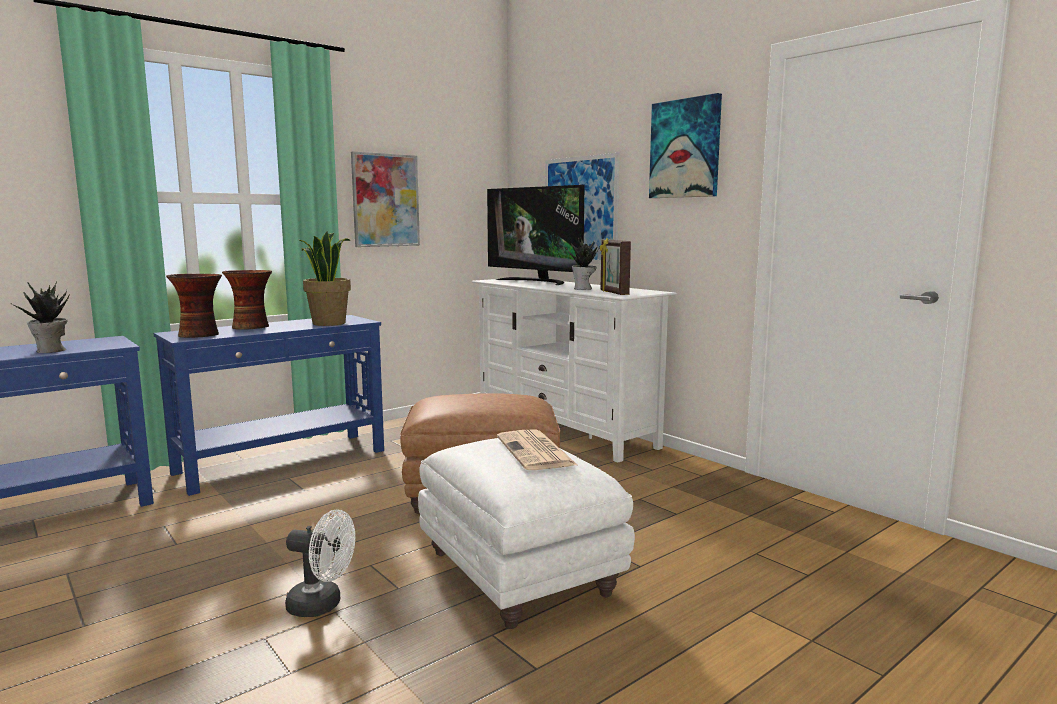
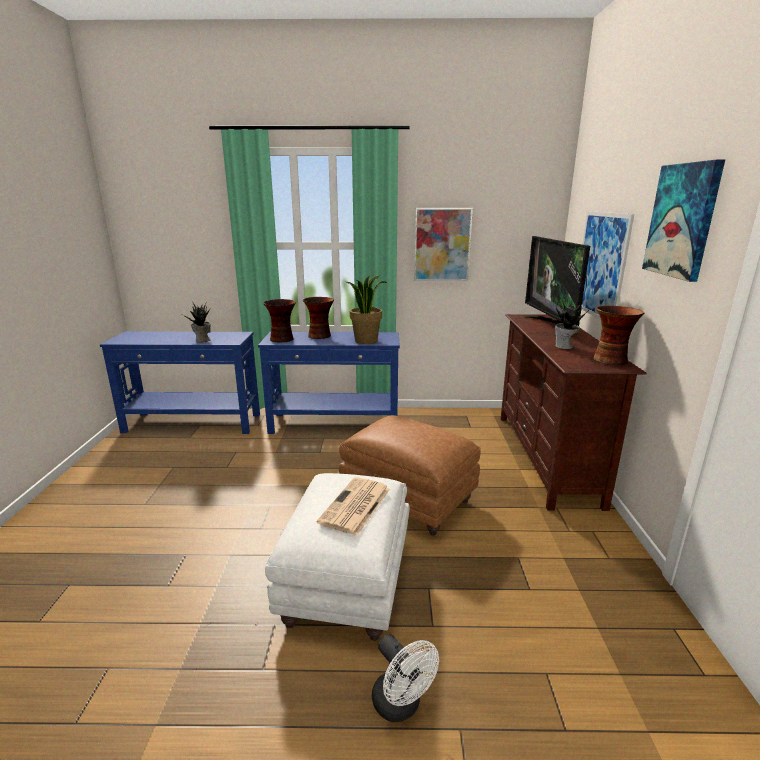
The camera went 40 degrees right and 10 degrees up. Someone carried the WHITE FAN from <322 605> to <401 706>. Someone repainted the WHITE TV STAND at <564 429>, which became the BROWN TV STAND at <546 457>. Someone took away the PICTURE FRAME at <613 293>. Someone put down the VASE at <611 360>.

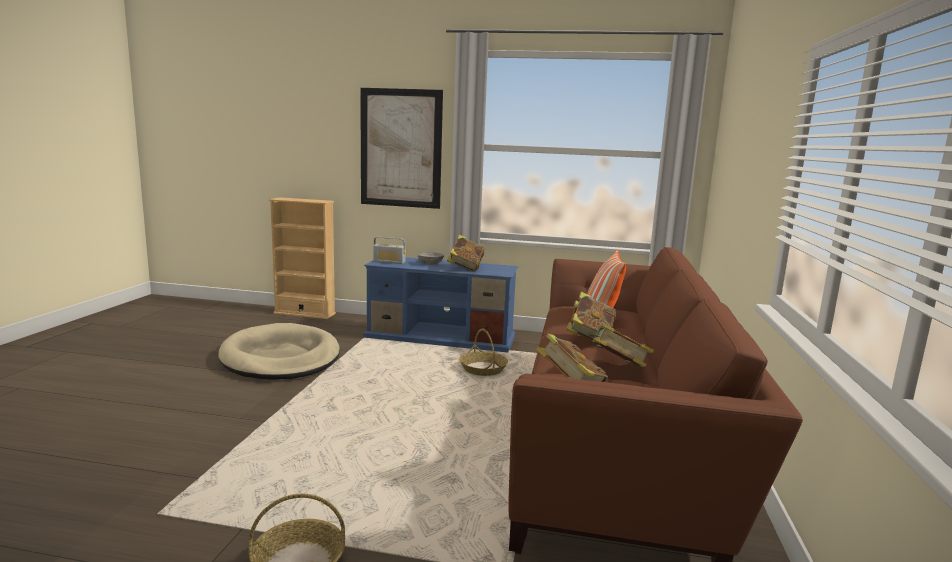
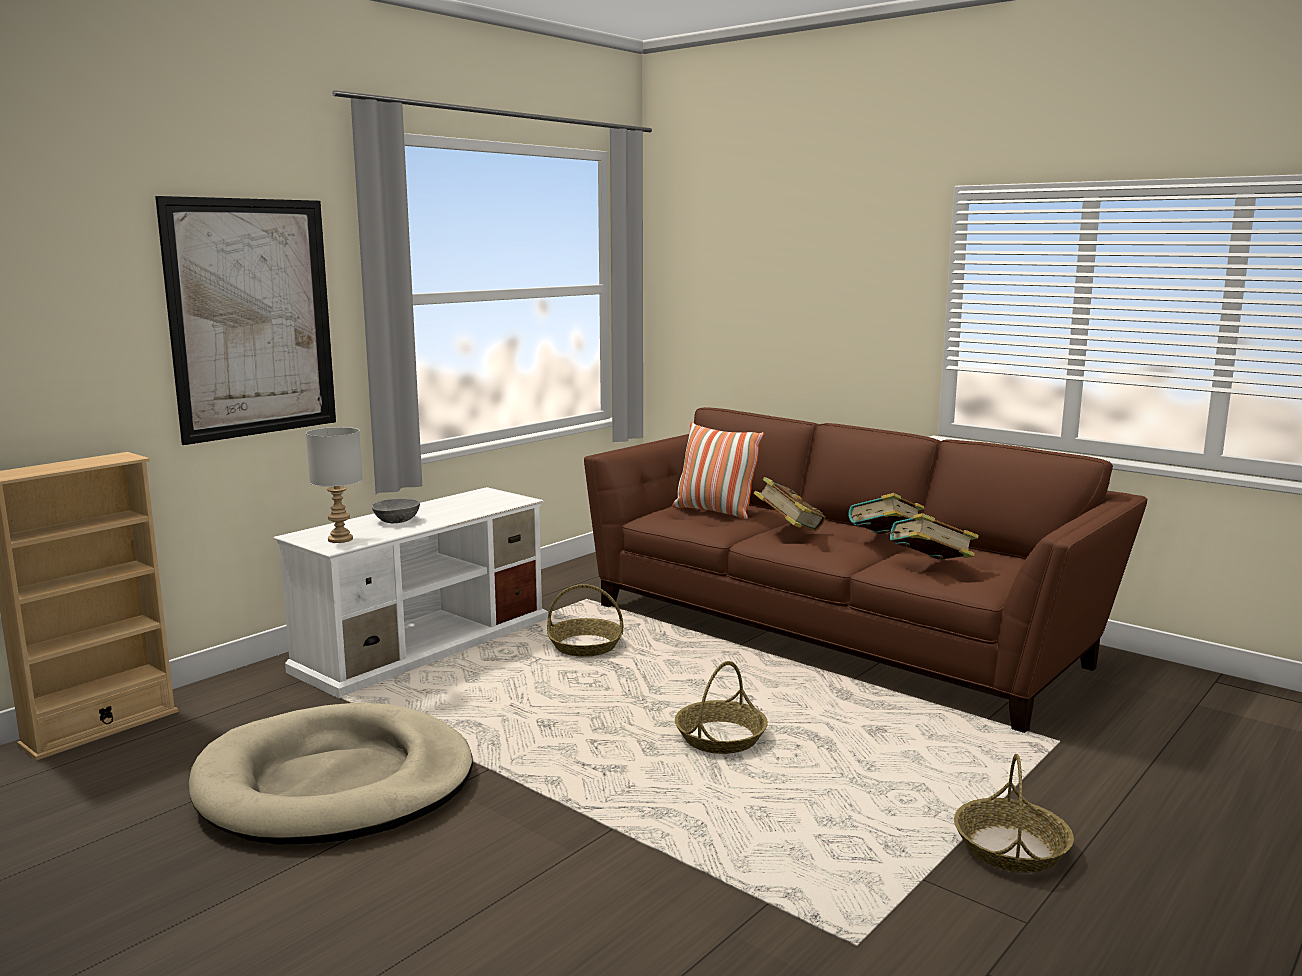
The camera went 60 degrees left and 0 degrees up. Someone repainted the BLUE TV STAND at <441 337>, which became the WHITE TV STAND at <426 643>. Someone swapped the RADIO at <389 262> for the GREY TABLE LAMP at <340 539>. Someone took away the BOOK at <465 268>. Someone put down the BASKET at <720 737>.

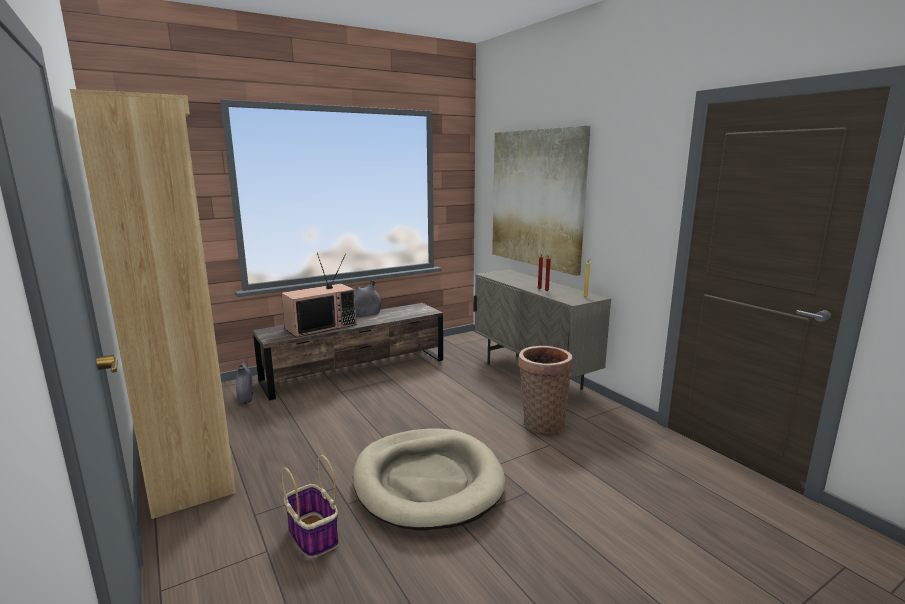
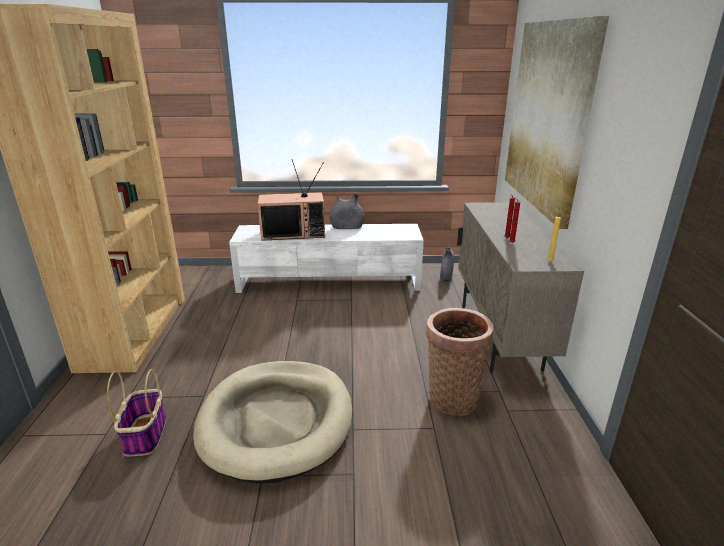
The camera went 30 degrees right and 10 degrees up. Someone carried the GREY VASE from <246 398> to <446 276>. Someone repainted the BROWN TV STAND at <356 370>, which became the WHITE TV STAND at <330 281>.

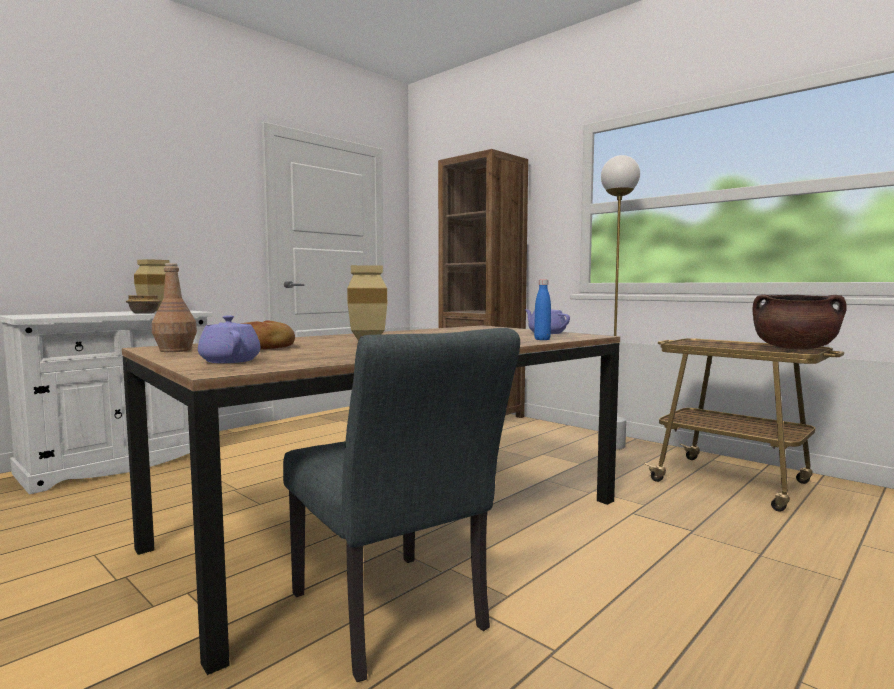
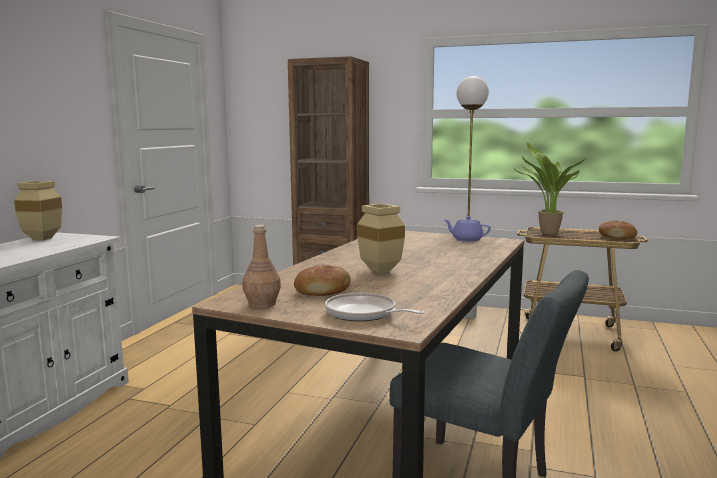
The camera went 25 degrees left and 5 degrees up. Someone took away the BOWL at <143 313>. Someone swapped the PURPLE TEAPOT at <230 361> for the FRYING PAN at <363 314>. Someone took away the BLUE BOTTLE at <542 339>. Someone swapped the BROWN COOKING POT at <794 348> for the BREAD at <617 236>. Someone put down the POTTED PLANT at <546 233>.

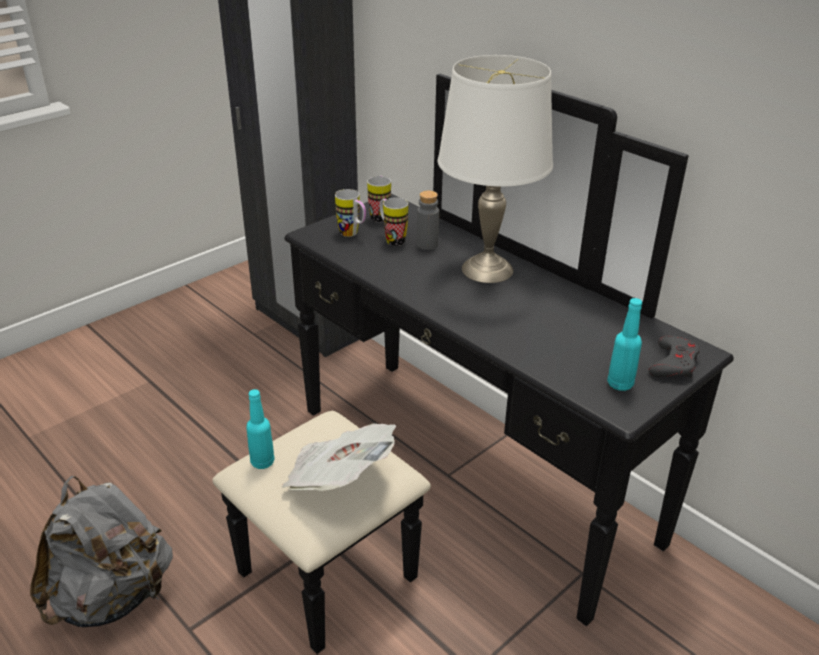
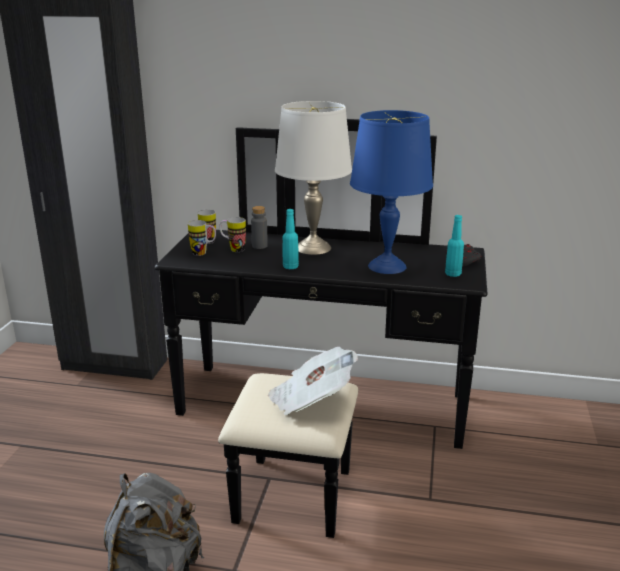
The camera went 35 degrees left and 10 degrees down. Someone carried the TURQUOISE BOTTLE from <262 462> to <290 267>. Someone put down the BLUE TABLE LAMP at <387 266>.

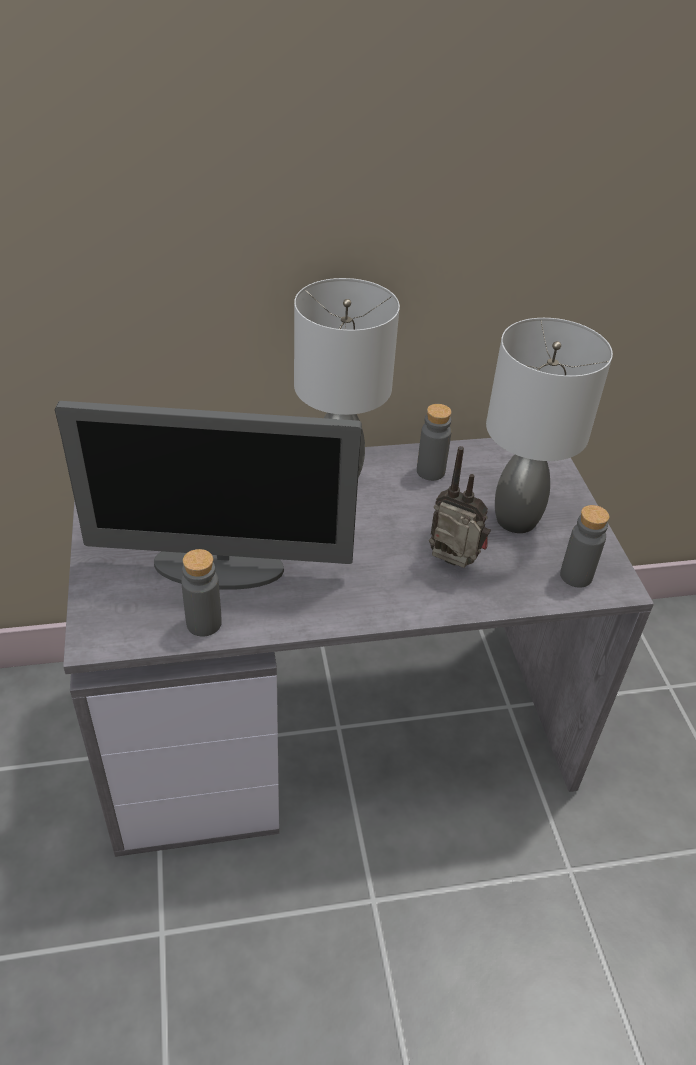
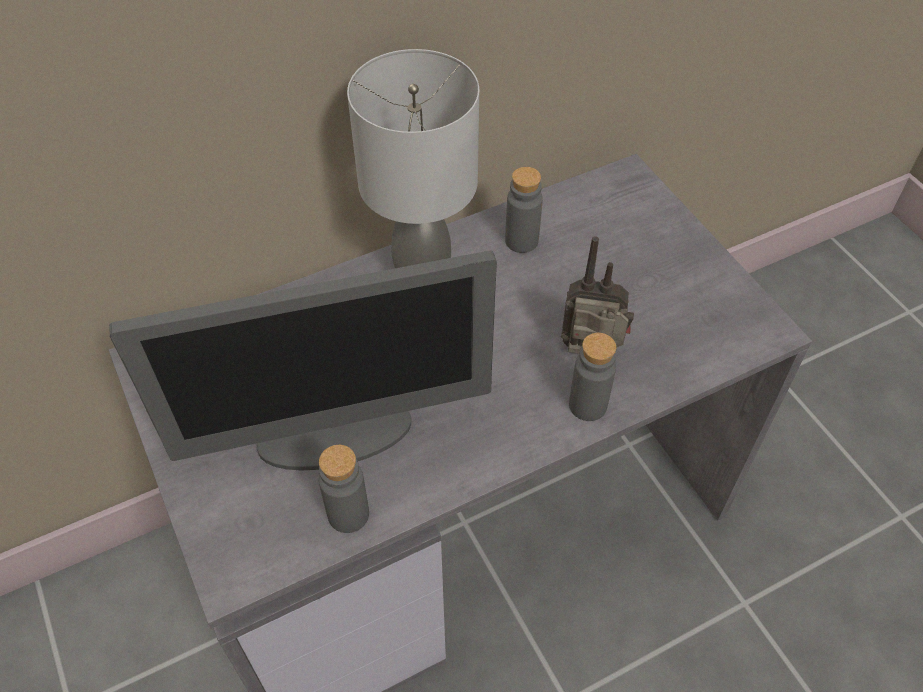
The camera went 15 degrees left and 10 degrees up. Someone took away the GREY TABLE LAMP at <516 518>. Someone carried the GREY BOTTLE from <576 576> to <587 405>.

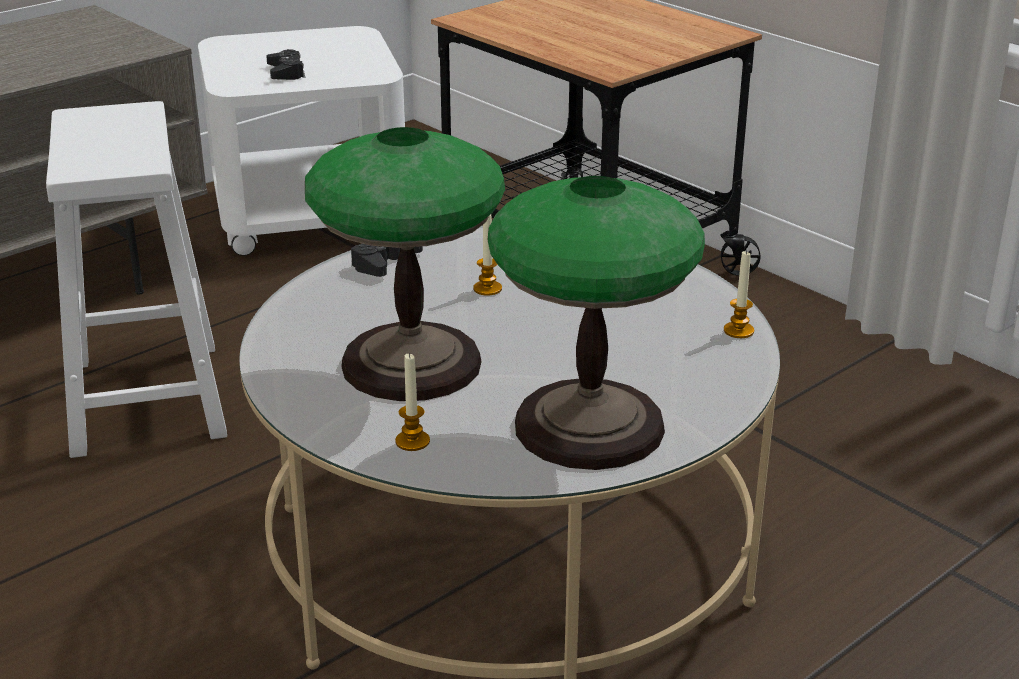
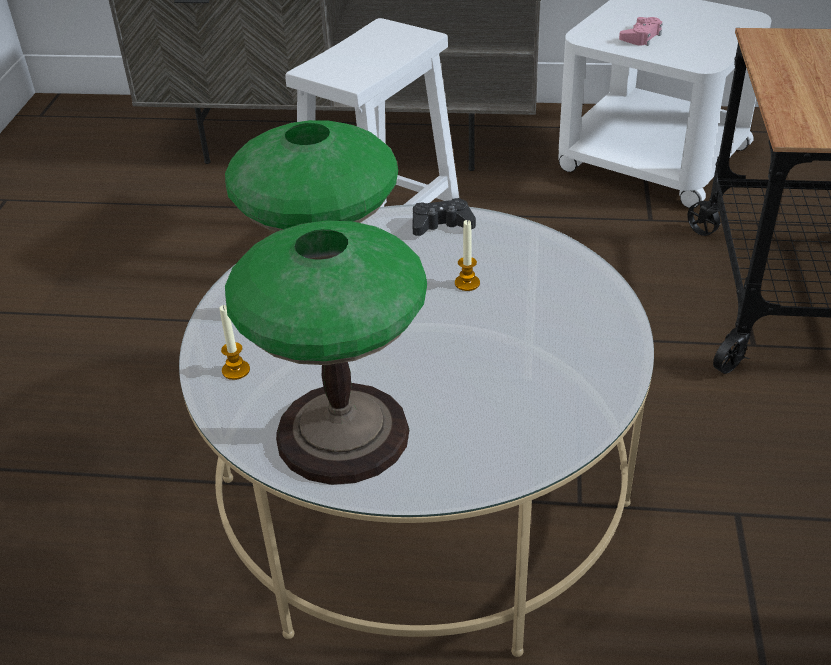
The camera went 50 degrees right and 10 degrees up. Someone repainted the BLACK GAME CONTROLLER at <286 72>, which became the PINK GAME CONTROLLER at <641 37>. Someone took away the CANDLE at <738 331>.

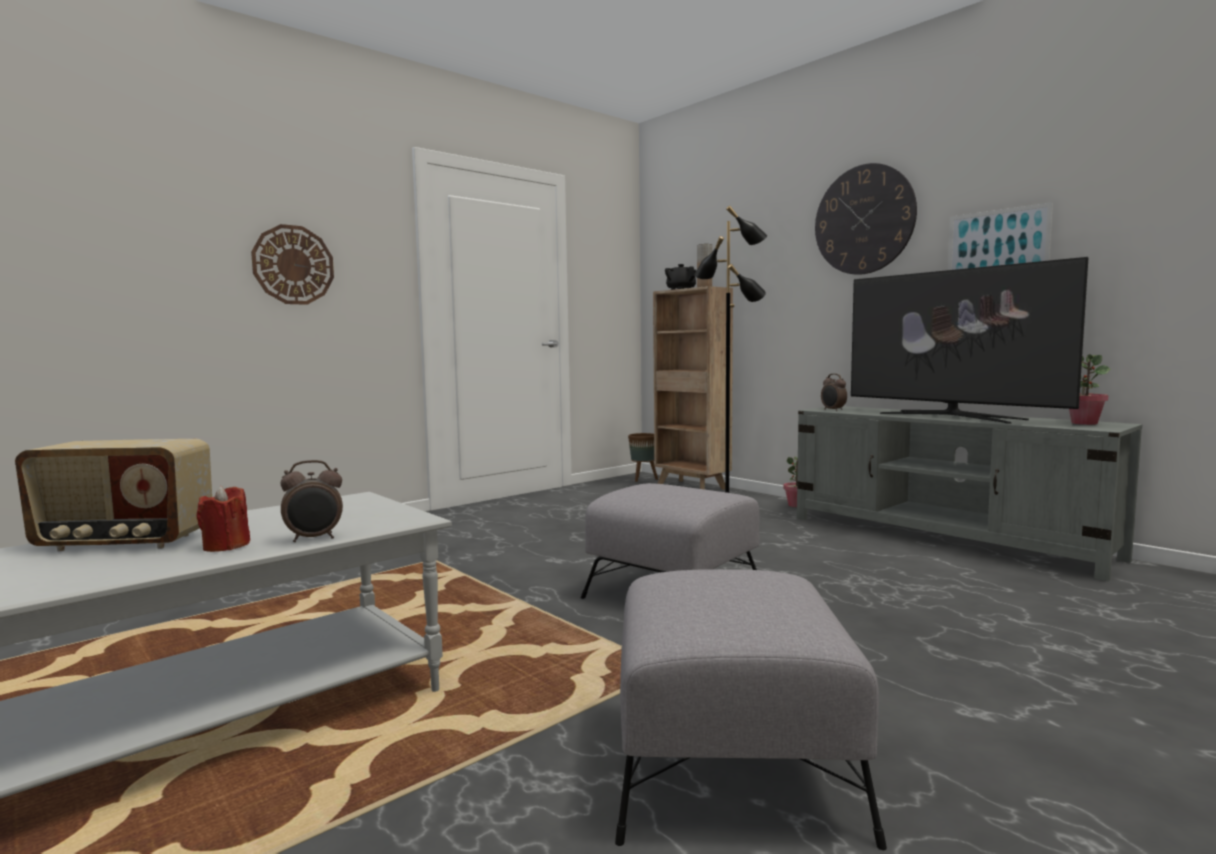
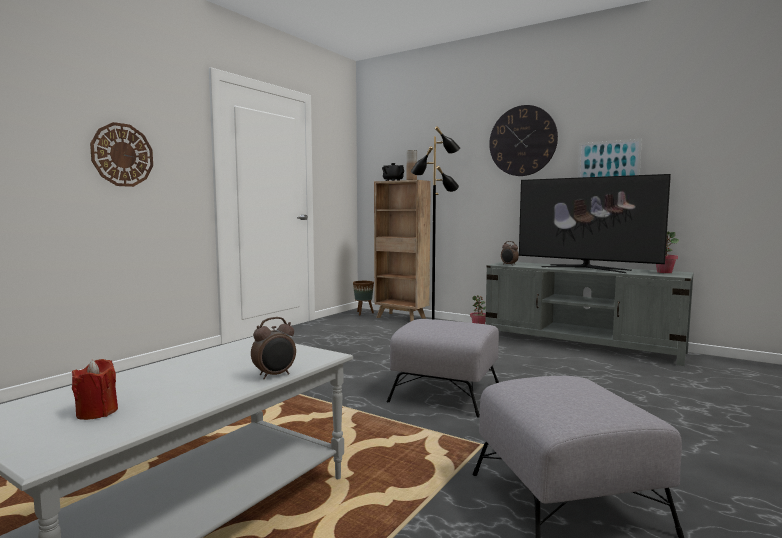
The camera went 15 degrees left and 0 degrees up. Someone took away the RADIO at <124 543>. Someone carried the RED CANDLE from <226 546> to <97 412>.

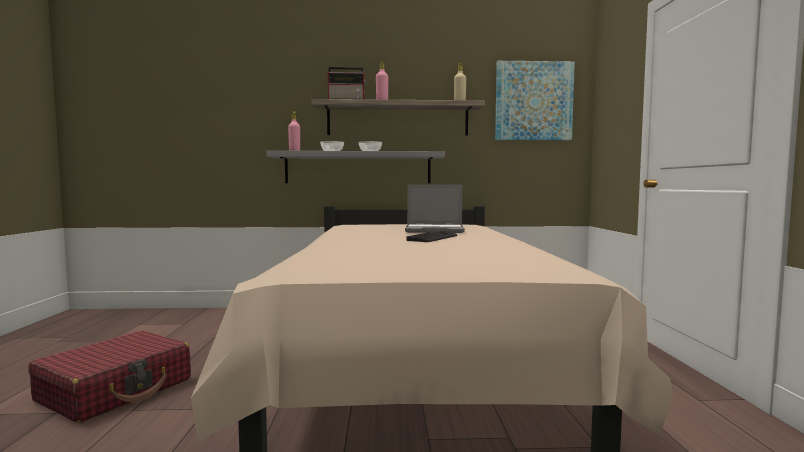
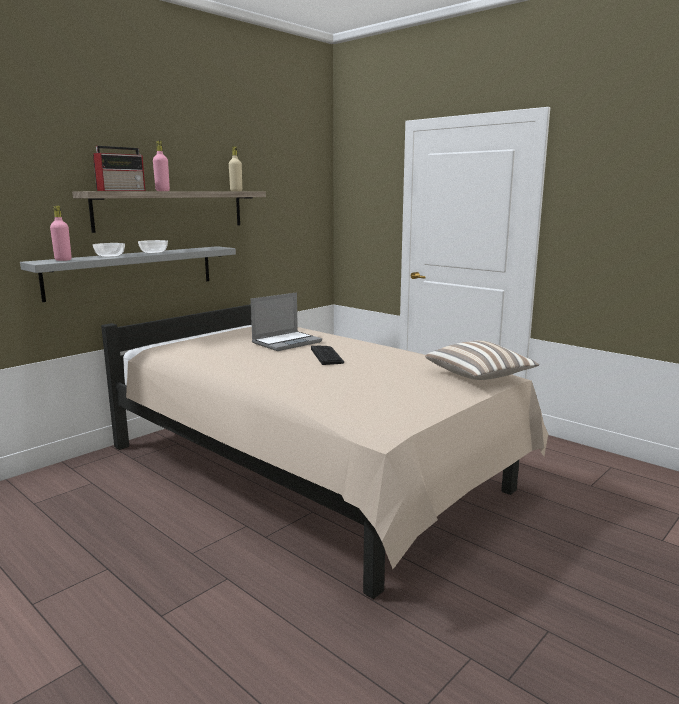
The camera went 45 degrees left and 10 degrees up. Someone took away the RED SUITCASE at <116 390>. Someone took away the PICTURE at <533 101>. Someone put down the PILLOW at <480 376>.

